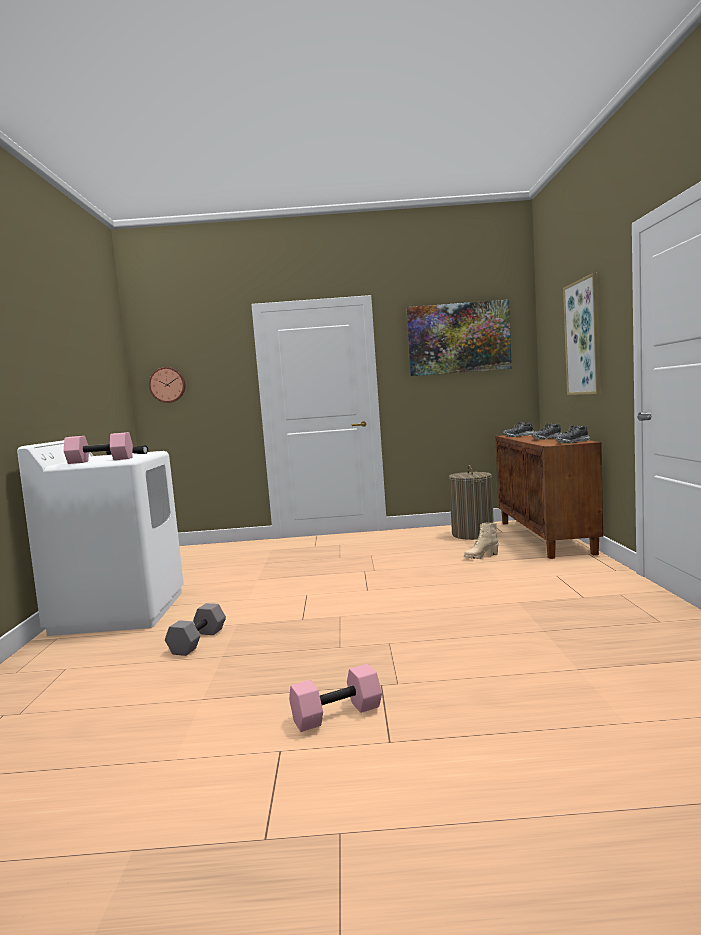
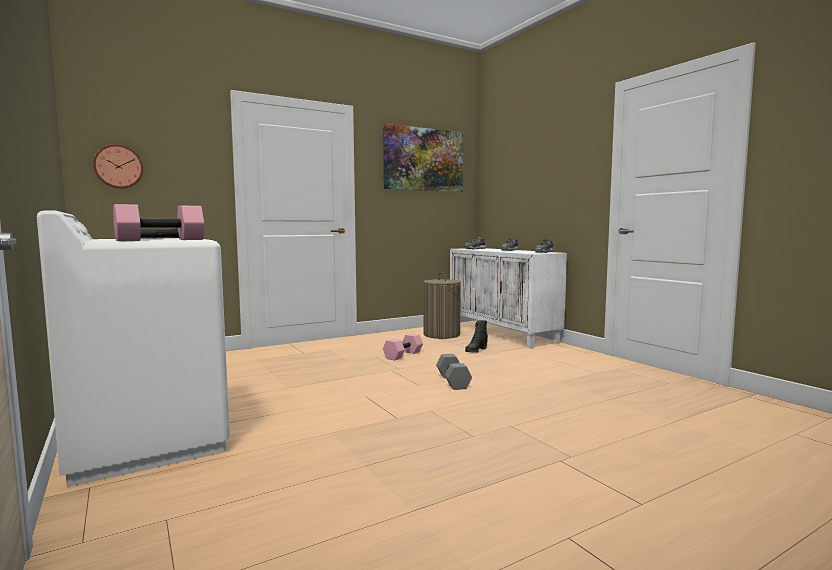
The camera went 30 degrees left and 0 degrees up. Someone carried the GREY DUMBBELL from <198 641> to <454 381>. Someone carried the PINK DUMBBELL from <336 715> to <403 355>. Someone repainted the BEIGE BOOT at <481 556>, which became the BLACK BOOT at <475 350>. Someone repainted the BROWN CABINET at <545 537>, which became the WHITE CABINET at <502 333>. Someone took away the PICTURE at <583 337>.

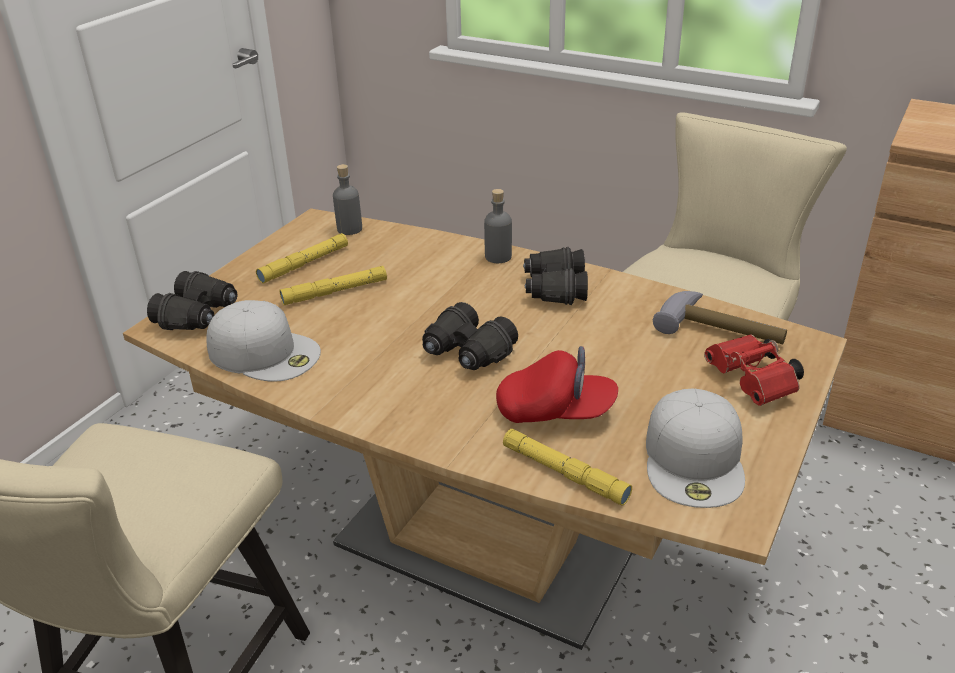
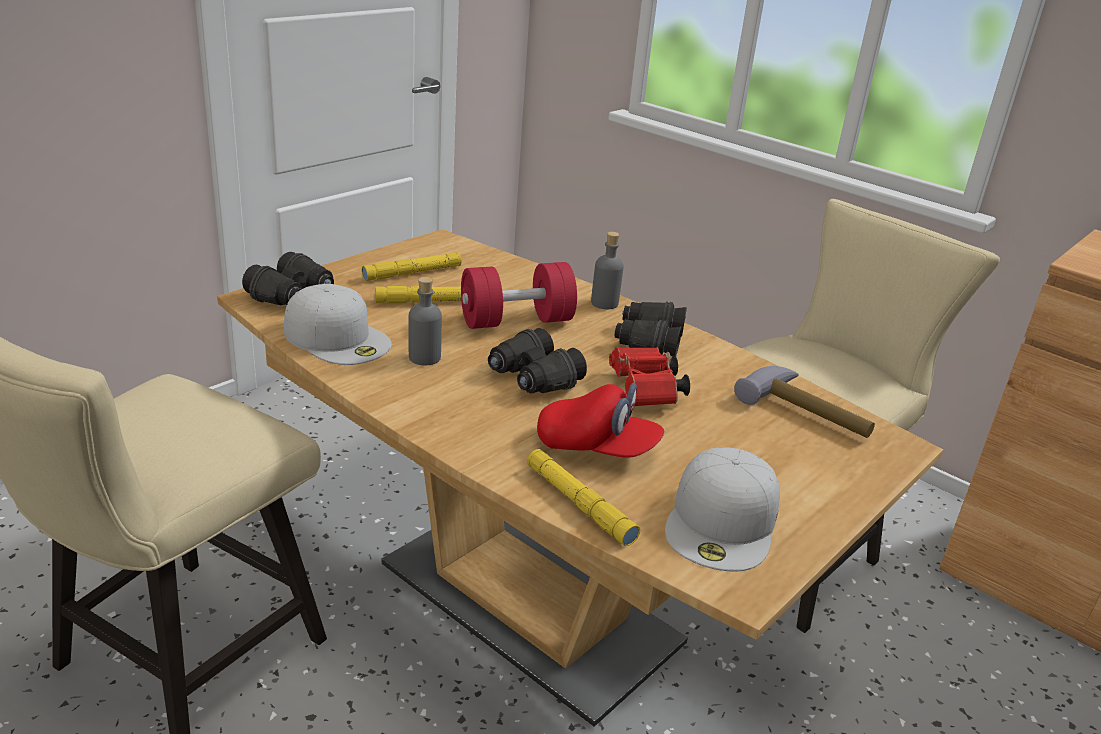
The camera went 10 degrees right and 5 degrees down. Someone carried the GREY BOTTLE from <349 229> to <424 357>. Someone carried the RED BINOCULARS from <754 383> to <646 392>. Someone put down the RED DUMBBELL at <516 321>.

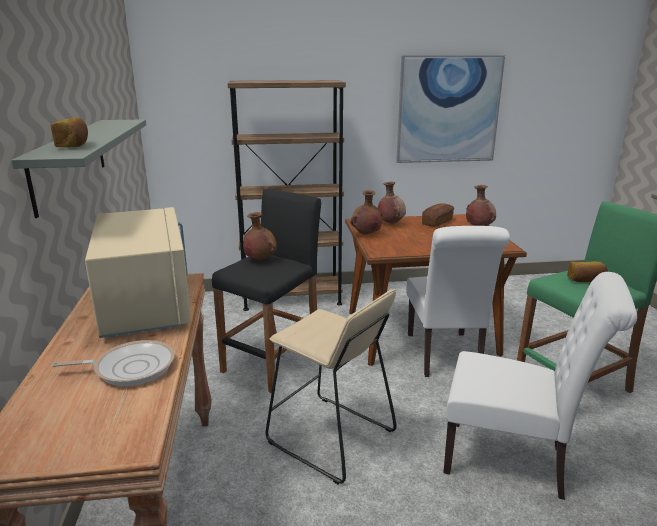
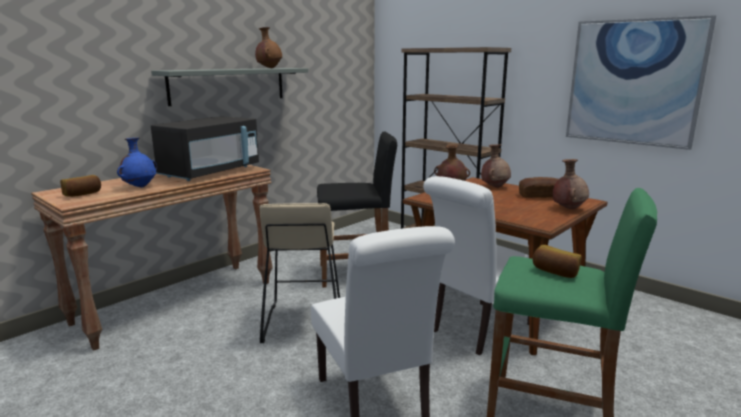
The camera went 50 degrees right and 5 degrees down. Someone carried the BREAD from <73 146> to <83 194>. Someone swapped the FRYING PAN at <130 368> for the BLUE VASE at <140 186>. Someone repainted the BEIGE MICROWAVE at <147 305>, which became the BLACK MICROWAVE at <211 172>. Someone carried the BROWN VASE from <260 260> to <269 68>.

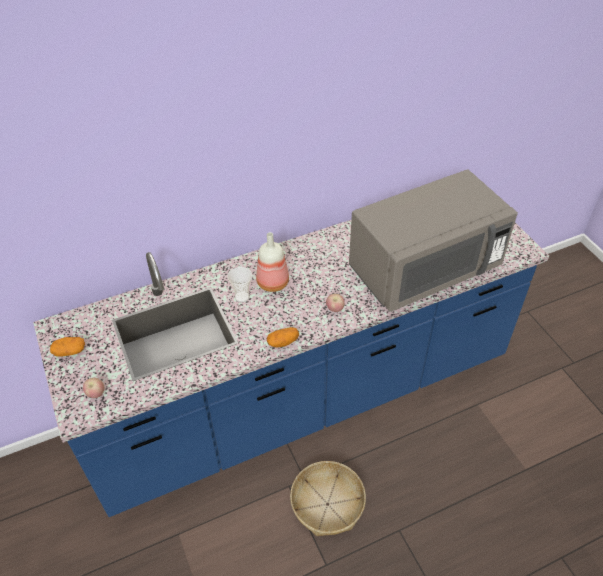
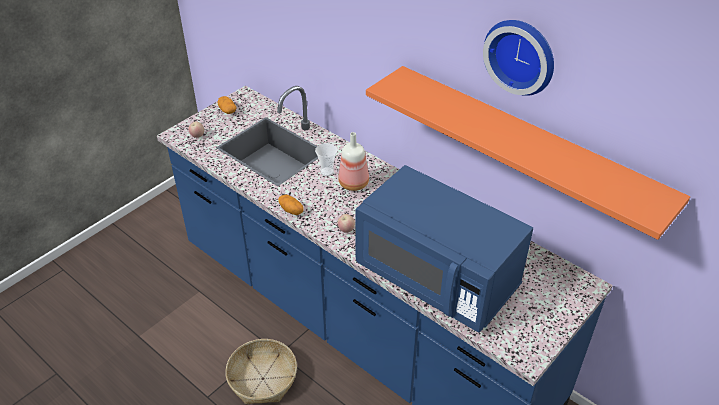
The camera went 65 degrees right and 5 degrees down. Someone repainted the GREY MICROWAVE at <424 269>, which became the BLUE MICROWAVE at <437 277>. Someone put up the ORANGE SHELF at <526 147>. Someone put up the WALL CLOCK at <521 55>.

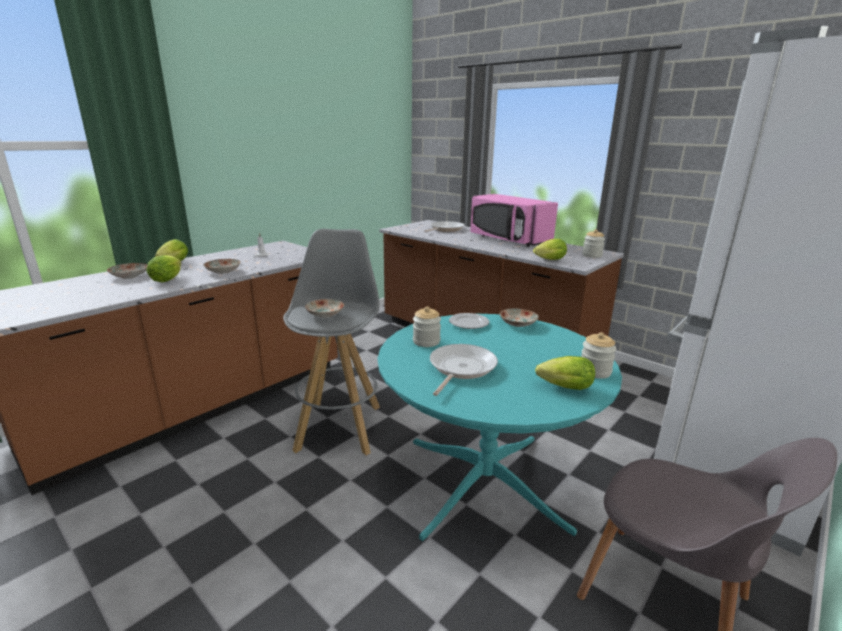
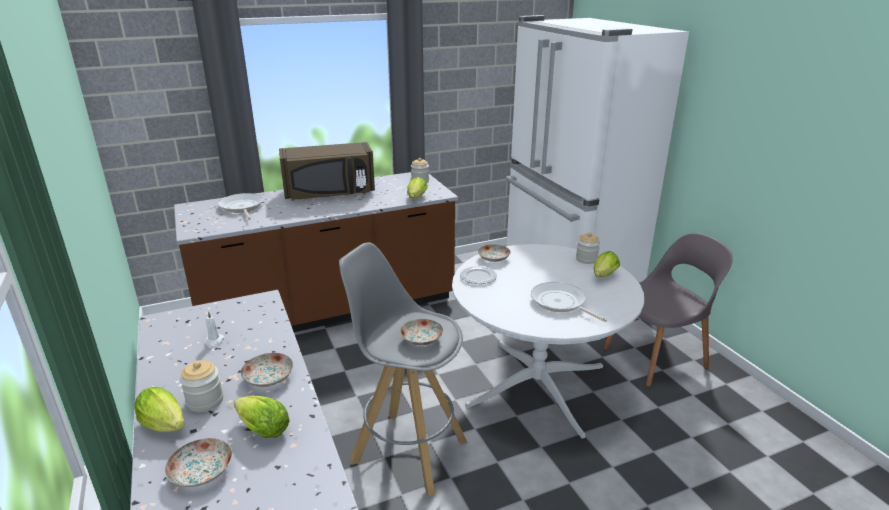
The camera went 65 degrees left and 5 degrees up. Someone repainted the TURQUOISE DINING TABLE at <485 482>, which became the WHITE DINING TABLE at <537 385>. Someone carried the JAR from <426 341> to <205 401>. Someone repainted the PINK MICROWAVE at <508 239>, which became the BROWN MICROWAVE at <330 193>.

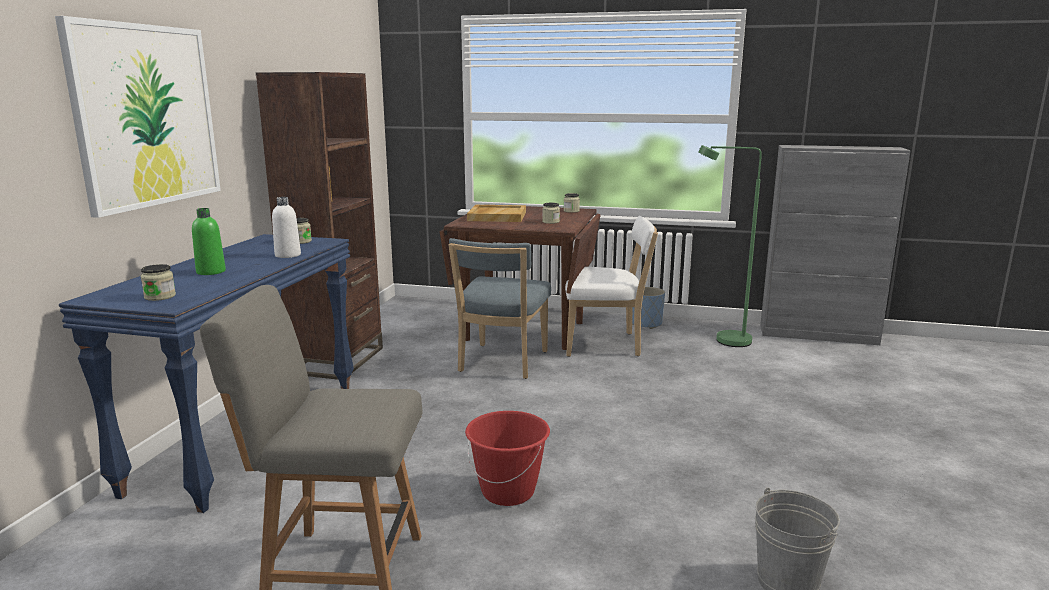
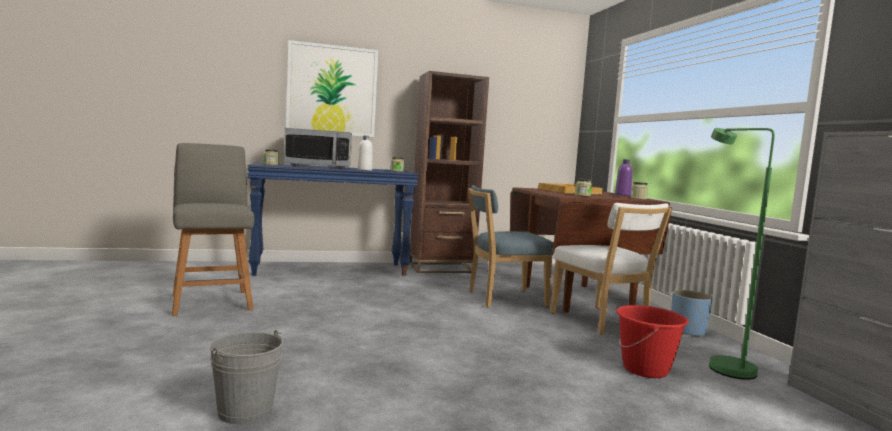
The camera went 60 degrees right and 10 degrees down. Someone swapped the GREEN BOTTLE at <211 272> for the MICROWAVE at <318 166>. Someone carried the RED BUCKET from <508 491> to <646 370>. Someone put down the PURPLE BOTTLE at <622 195>.

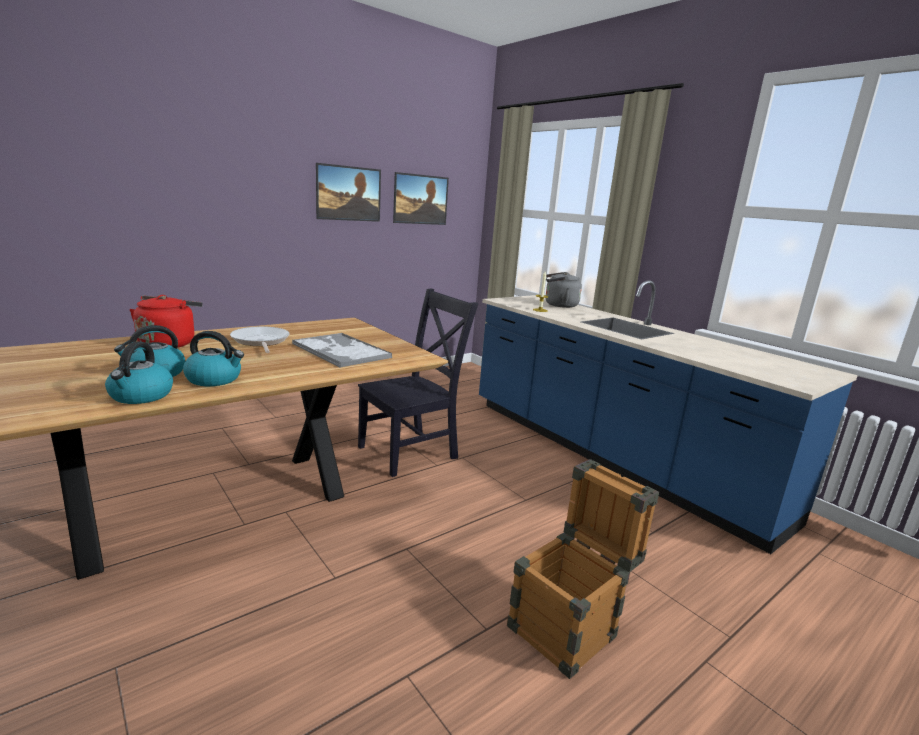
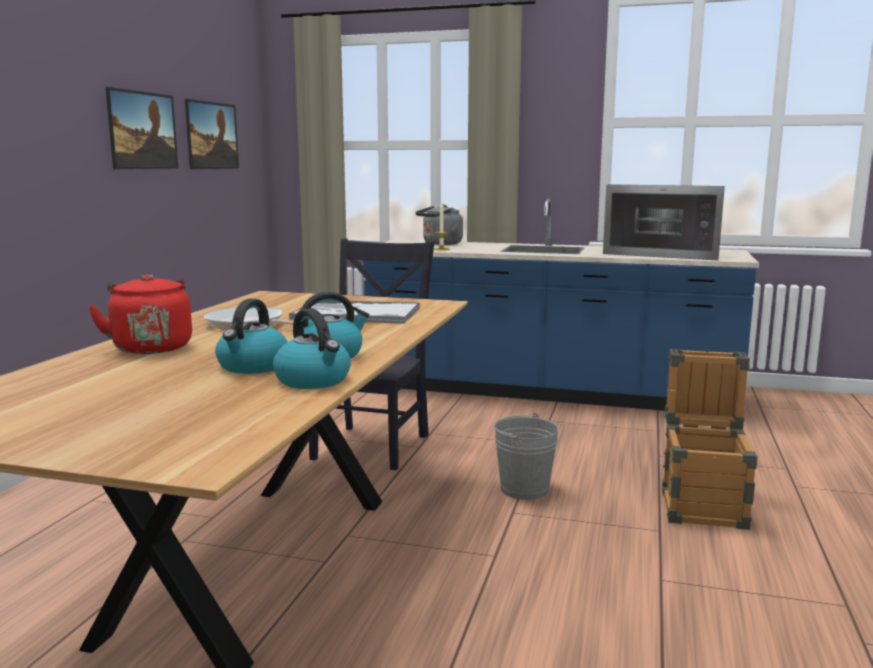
The camera went 35 degrees left and 5 degrees down. Someone put down the GREY BUCKET at <524 489>. Someone put down the MICROWAVE at <664 254>.

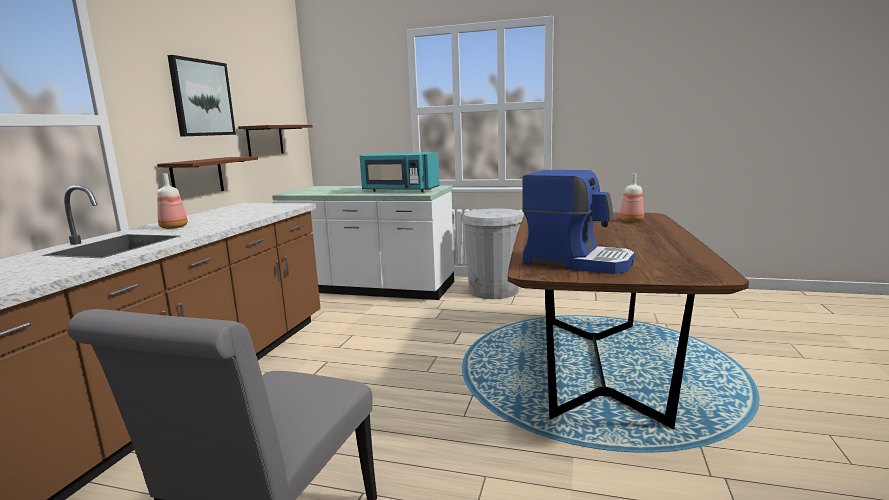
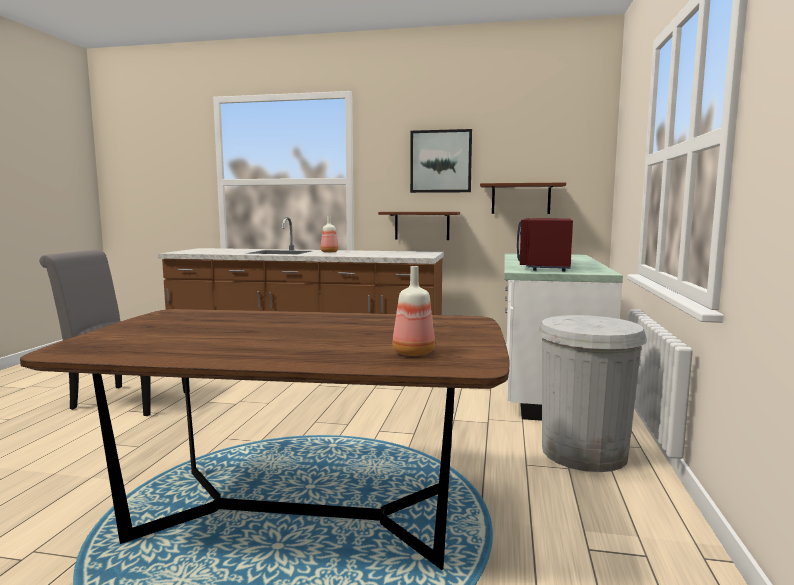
The camera went 85 degrees right and 5 degrees down. Someone repainted the TURQUOISE MICROWAVE at <399 190>, which became the RED MICROWAVE at <545 266>. Someone took away the COFFEE MACHINE at <577 261>.

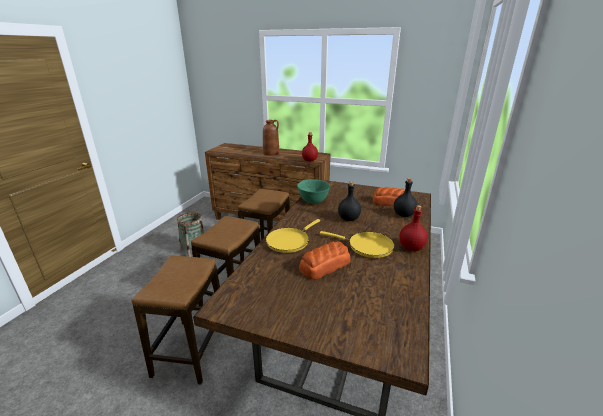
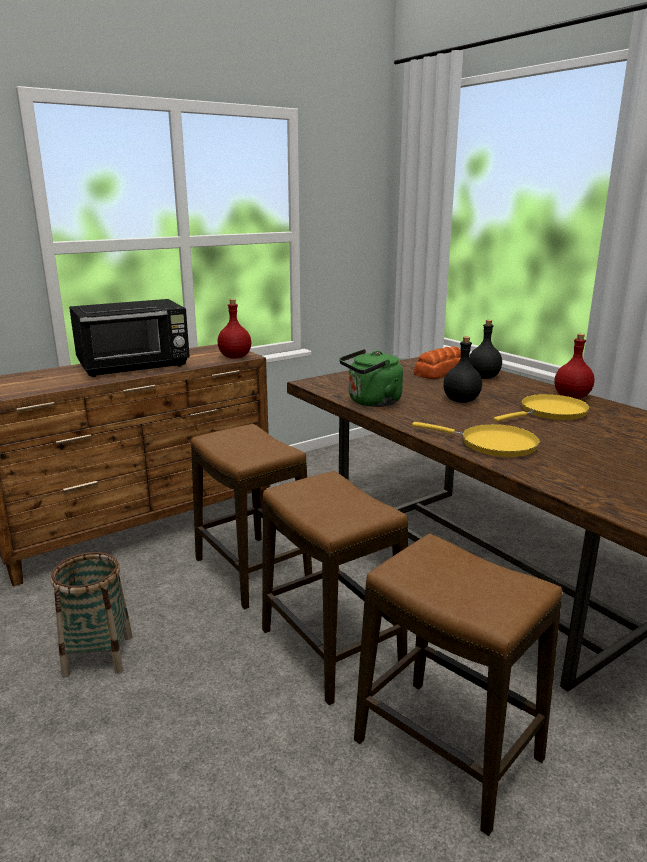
The camera went 55 degrees left and 5 degrees down. Someone swapped the BROWN VASE at <271 153> for the BLACK MICROWAVE at <135 367>. Someone rotated the YELLOW FRYING PAN at <289 241> by 45 degrees counterclockwise. Someone swapped the GREEN BOWL at <313 201> for the GREEN KETTLE at <371 402>. Someone took away the BREAD at <324 266>.

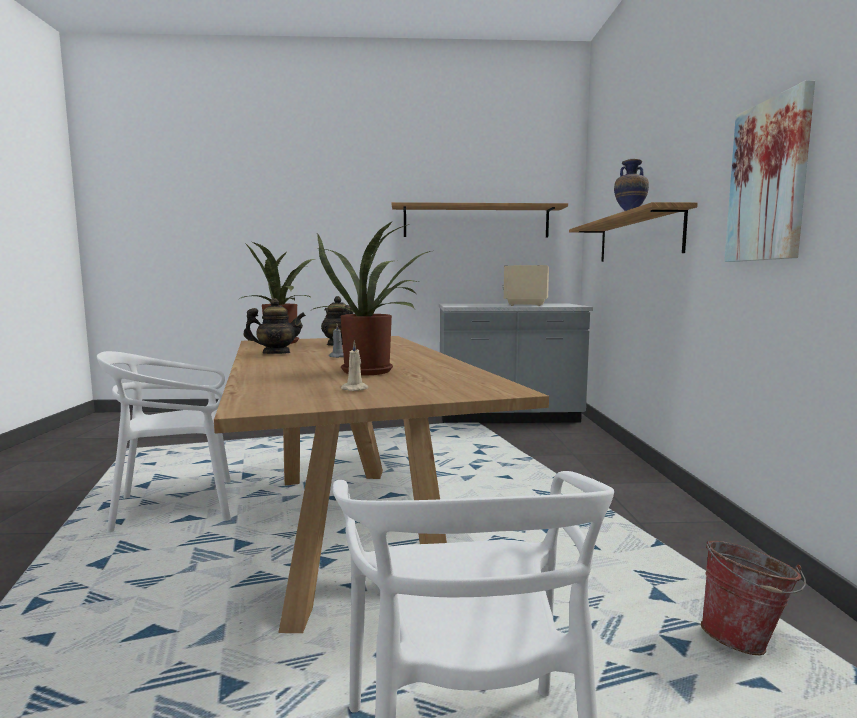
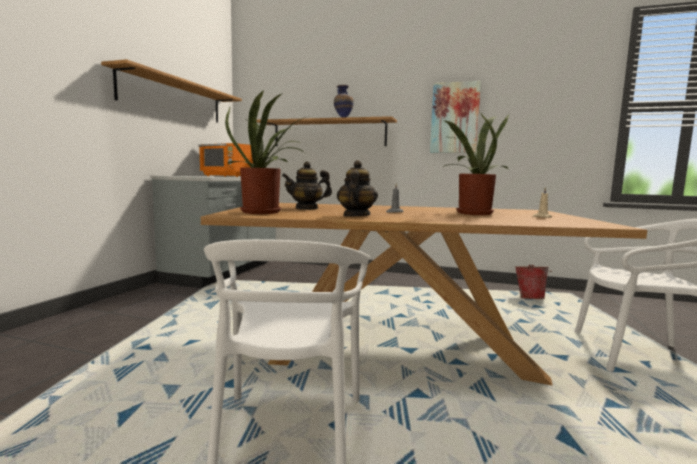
The camera went 70 degrees left and 0 degrees up. Someone repainted the BEIGE MICROWAVE at <525 304>, which became the ORANGE MICROWAVE at <230 176>.

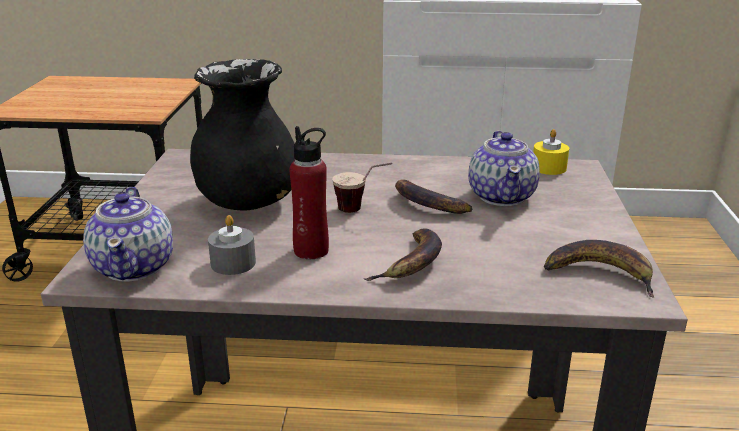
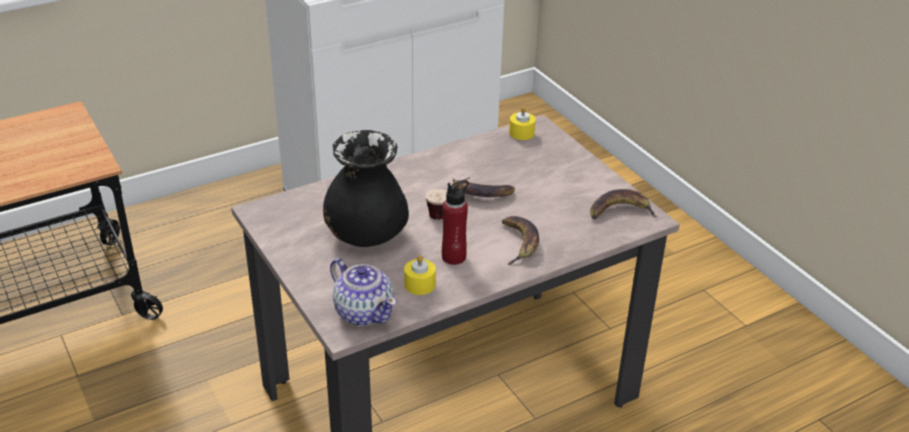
The camera went 35 degrees left and 10 degrees up. Someone repainted the GREY CANDLE at <233 263>, which became the YELLOW CANDLE at <420 284>. Someone took away the TEAPOT at <502 196>.

